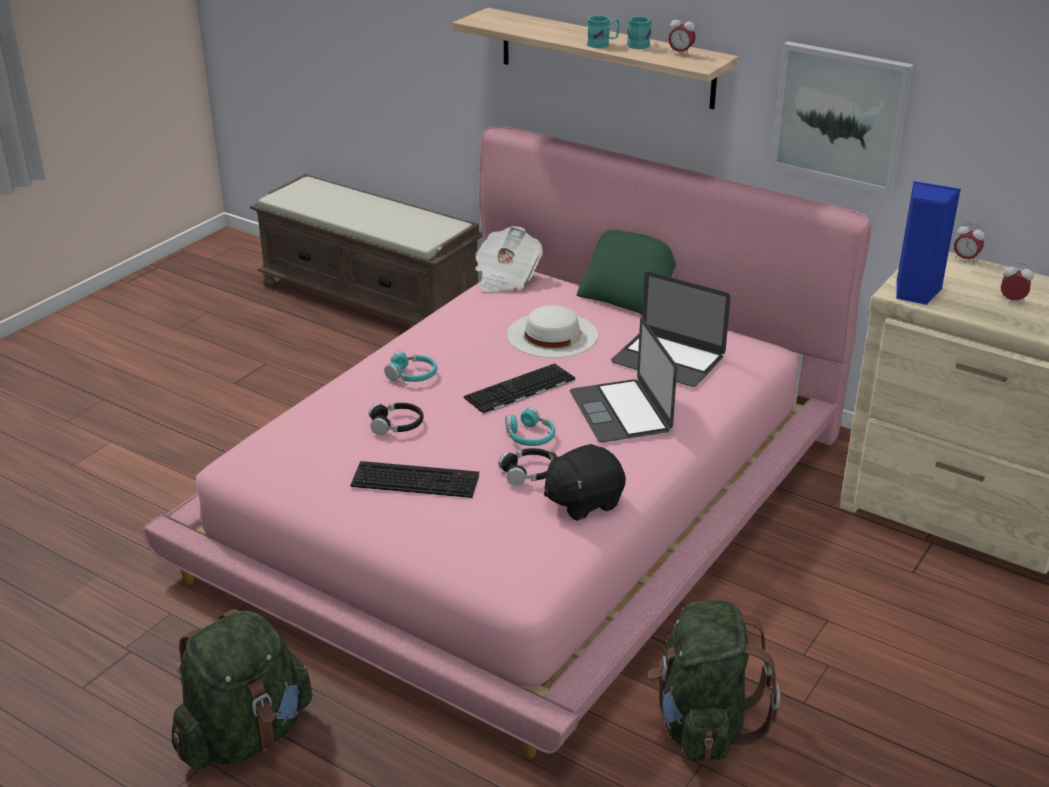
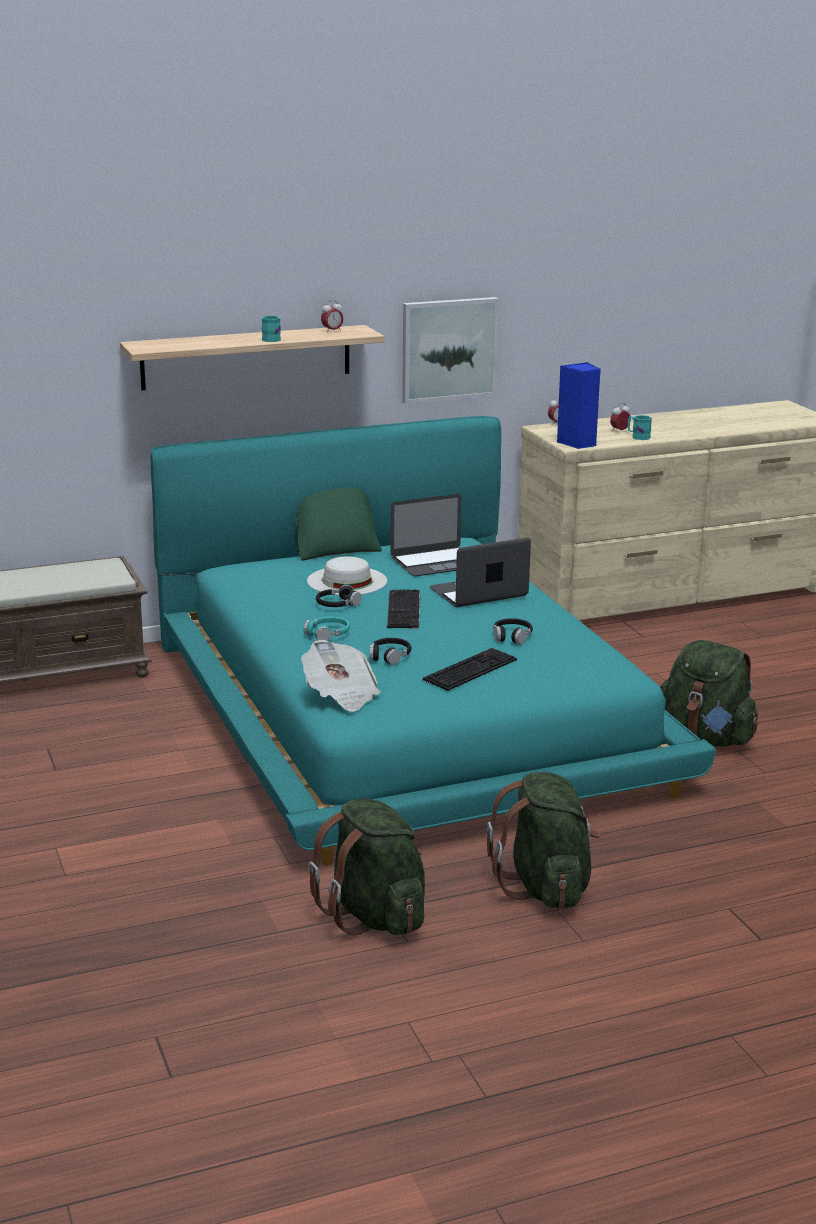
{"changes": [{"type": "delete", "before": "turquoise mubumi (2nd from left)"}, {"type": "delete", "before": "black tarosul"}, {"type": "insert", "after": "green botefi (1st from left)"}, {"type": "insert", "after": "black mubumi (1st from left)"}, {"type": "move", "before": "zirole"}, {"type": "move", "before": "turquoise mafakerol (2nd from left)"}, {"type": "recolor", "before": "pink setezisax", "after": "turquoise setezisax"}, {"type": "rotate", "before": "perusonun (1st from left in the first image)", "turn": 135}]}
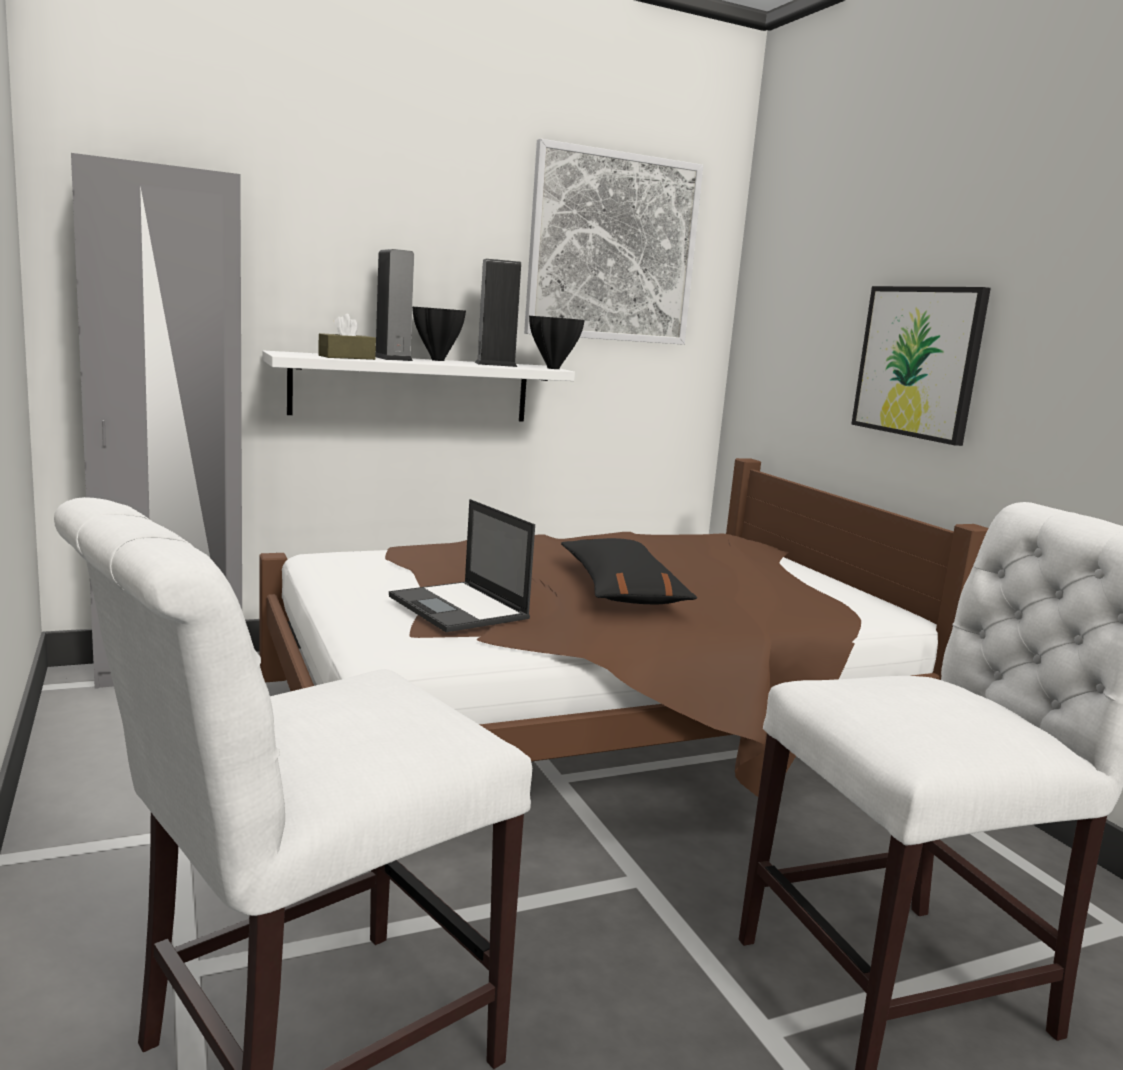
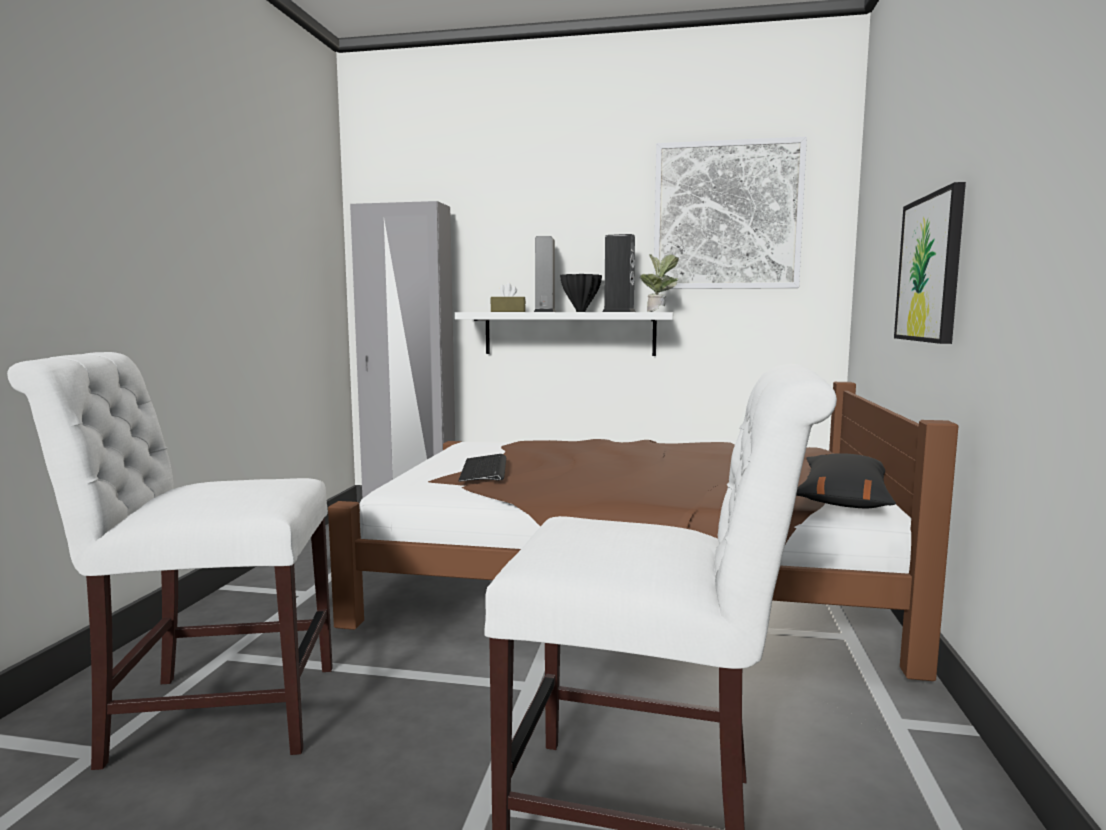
{"changes": [{"type": "move", "before": "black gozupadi"}, {"type": "replace", "before": "perusonun", "after": "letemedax"}, {"type": "replace", "before": "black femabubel (2nd from left)", "after": "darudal"}]}
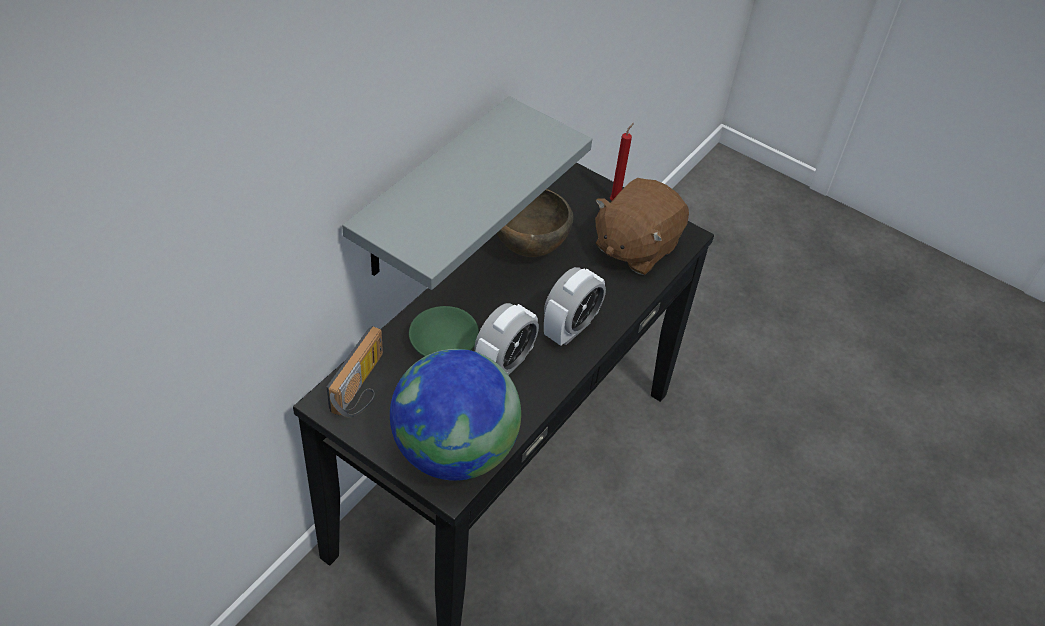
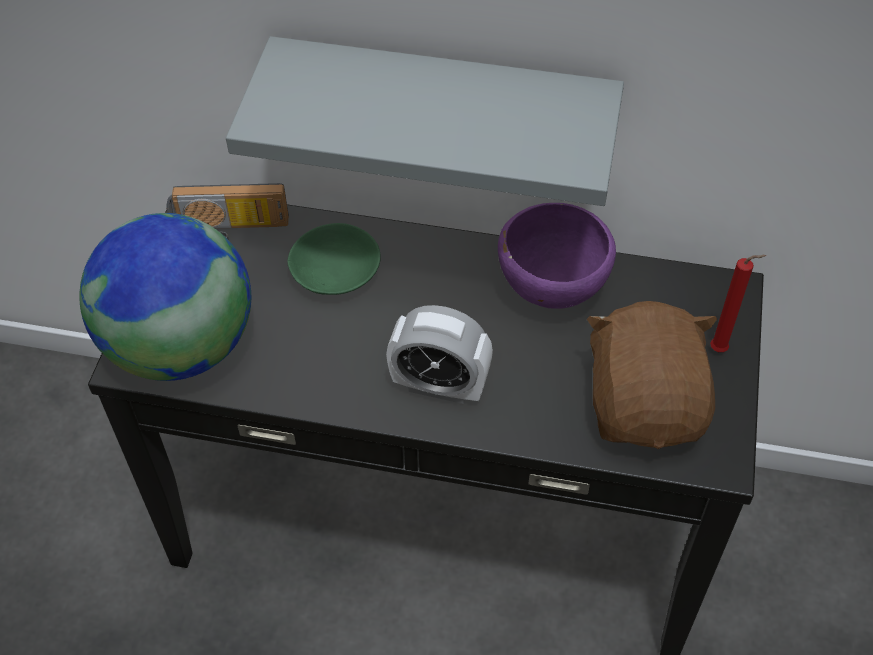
{"changes": [{"type": "delete", "before": "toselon (1st from left)"}, {"type": "recolor", "before": "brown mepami", "after": "purple mepami"}, {"type": "rotate", "before": "brown tarosul", "turn": 75}]}
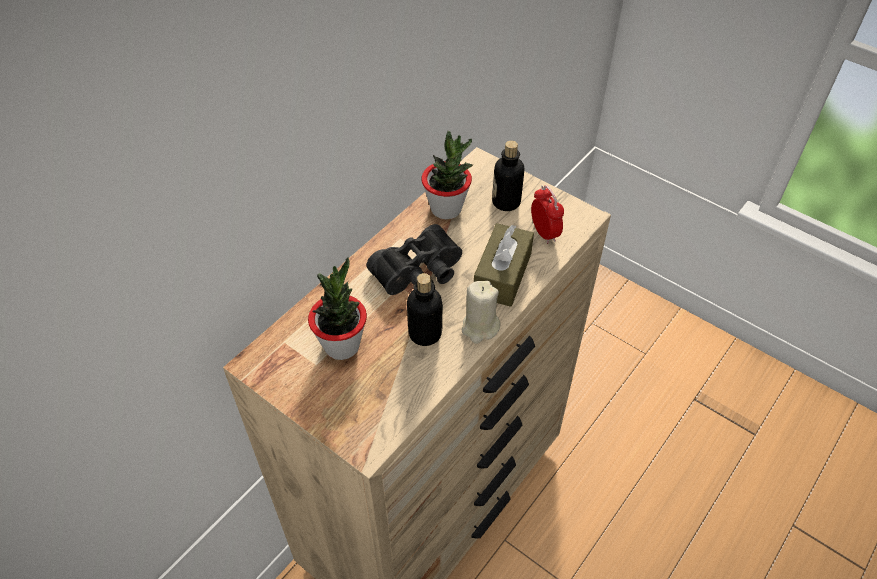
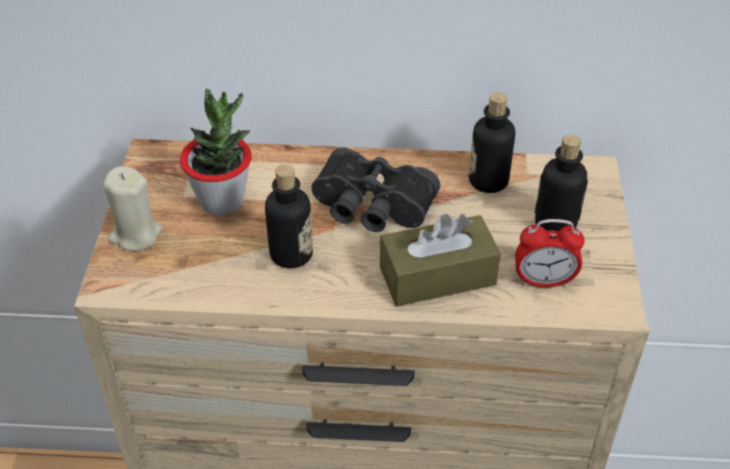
{"changes": [{"type": "move", "before": "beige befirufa"}, {"type": "replace", "before": "darudal (2nd from left)", "after": "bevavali (2nd from left)"}, {"type": "rotate", "before": "toselon", "turn": 60}]}
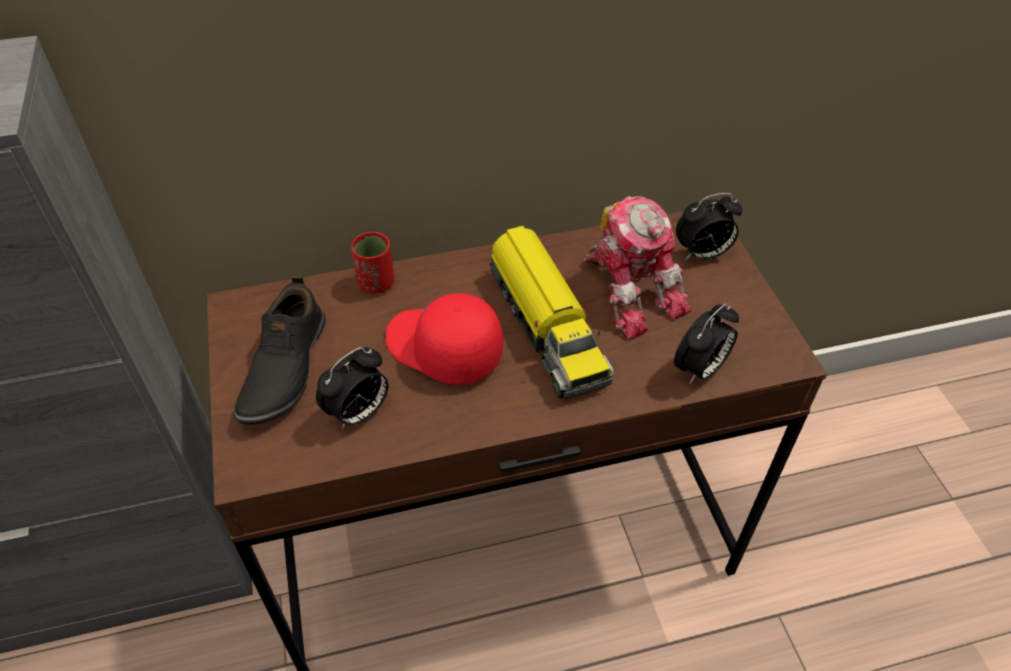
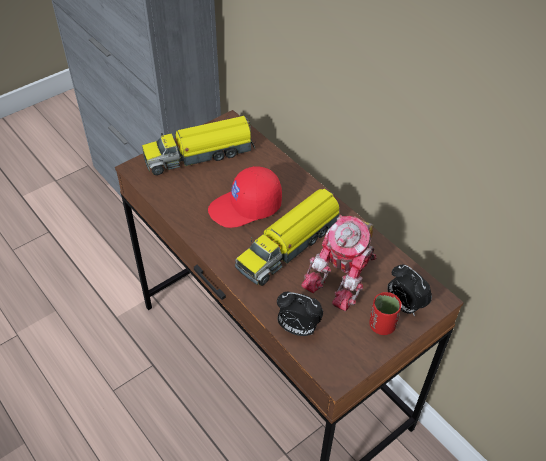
{"changes": [{"type": "delete", "before": "toselon (1st from left)"}, {"type": "move", "before": "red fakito"}, {"type": "replace", "before": "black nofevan", "after": "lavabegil (1st from left)"}, {"type": "rotate", "before": "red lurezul", "turn": -120}]}
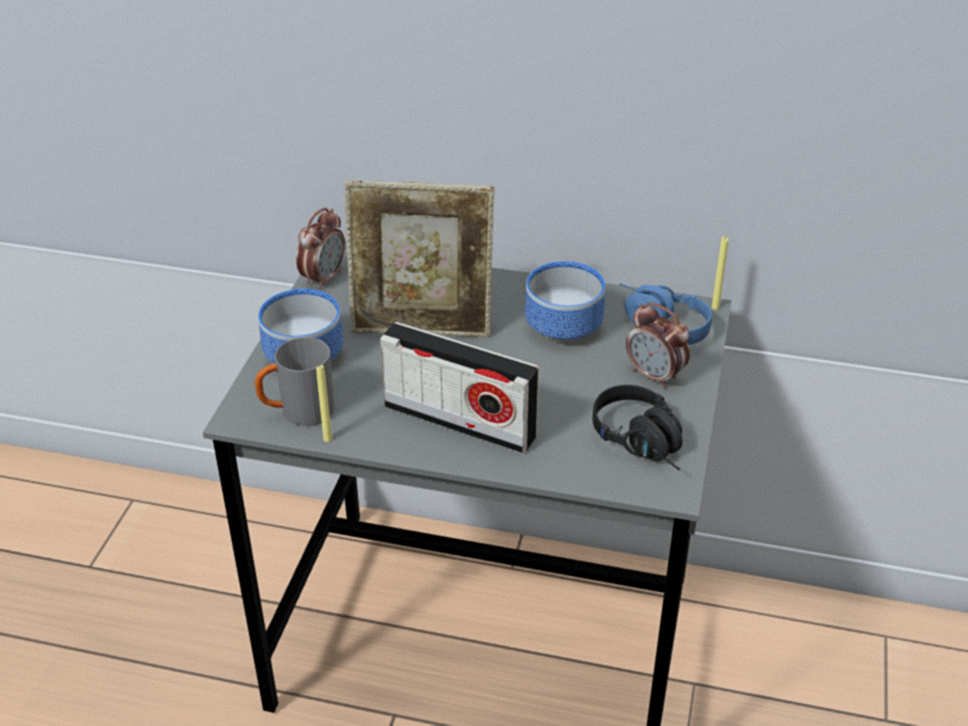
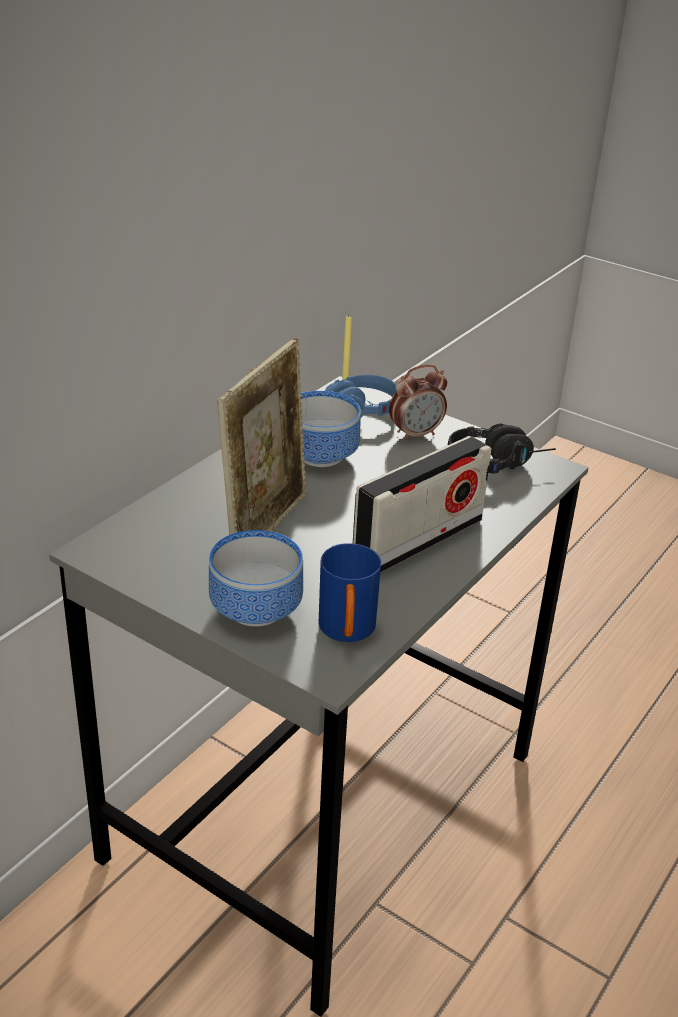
{"changes": [{"type": "delete", "before": "toselon (1st from left)"}, {"type": "delete", "before": "yellow befirufa (1st from left)"}, {"type": "recolor", "before": "grey mafakerol", "after": "blue mafakerol"}]}
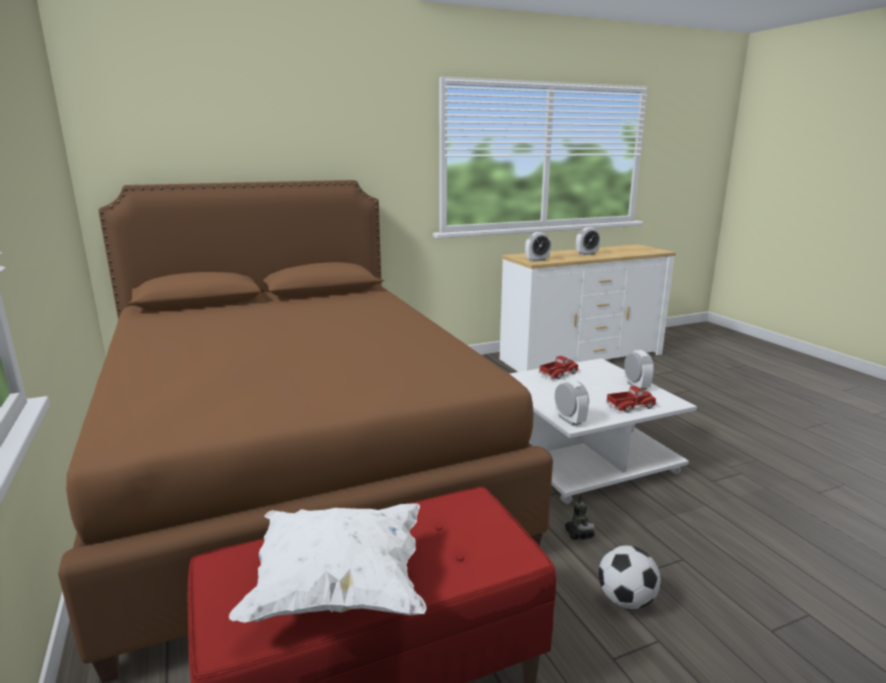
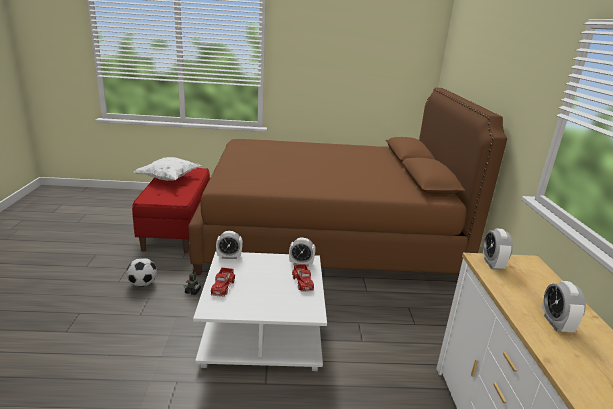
{"changes": [{"type": "move", "before": "toselon (4th from left in the first image)", "after": "toselon (2nd from left)"}]}
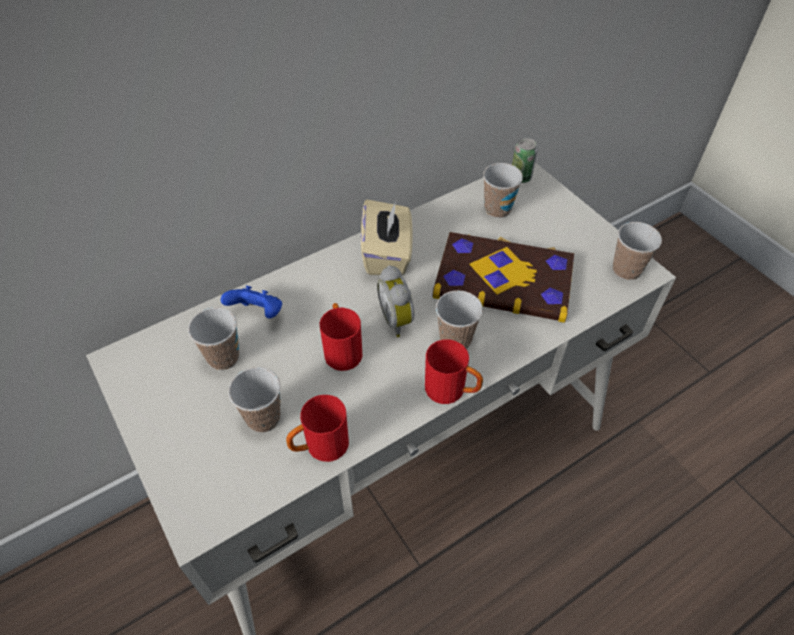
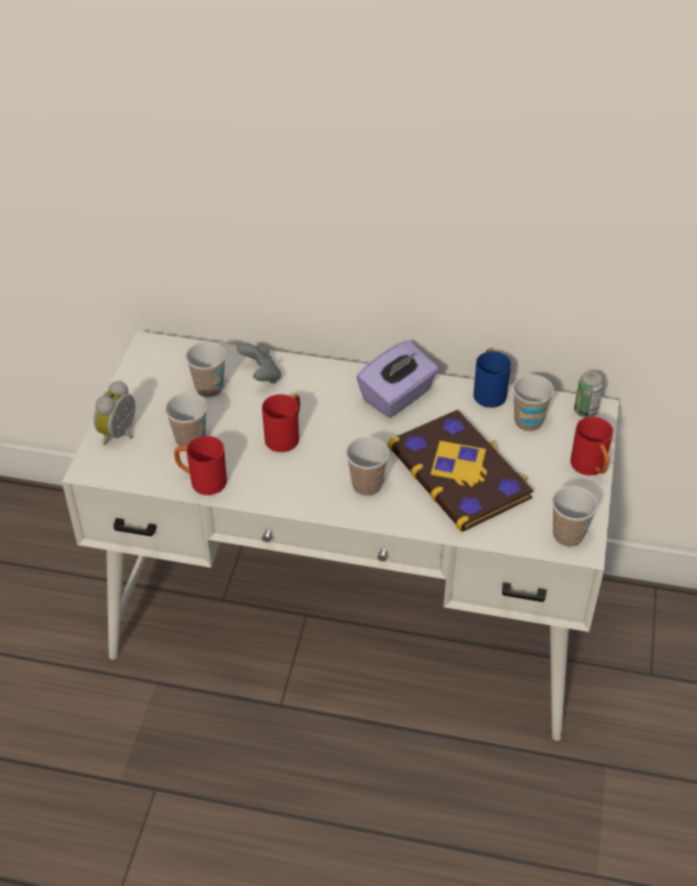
{"changes": [{"type": "insert", "after": "blue mafakerol"}, {"type": "move", "before": "toselon"}, {"type": "move", "before": "red mafakerol (3rd from left)"}, {"type": "recolor", "before": "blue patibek", "after": "grey patibek"}, {"type": "recolor", "before": "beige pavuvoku", "after": "purple pavuvoku"}]}
